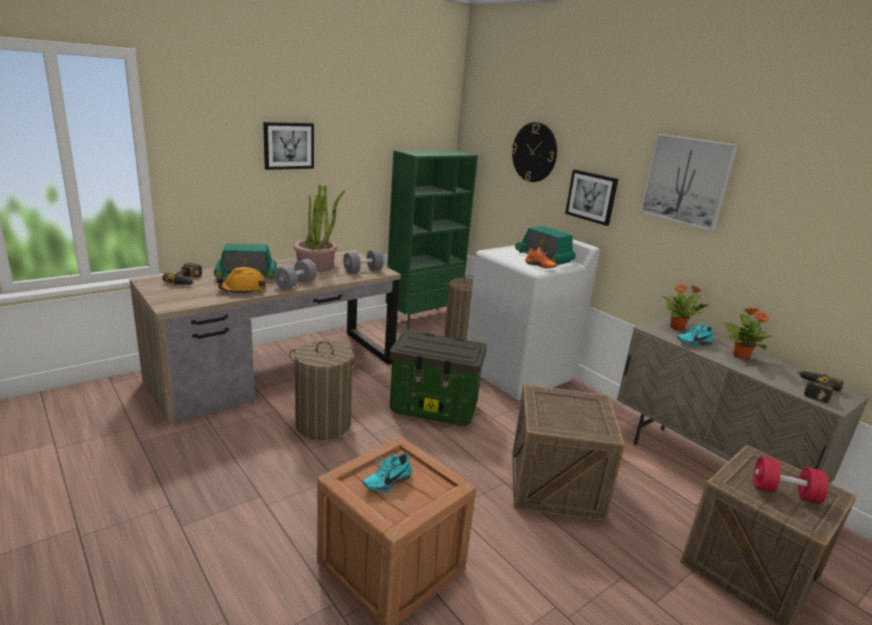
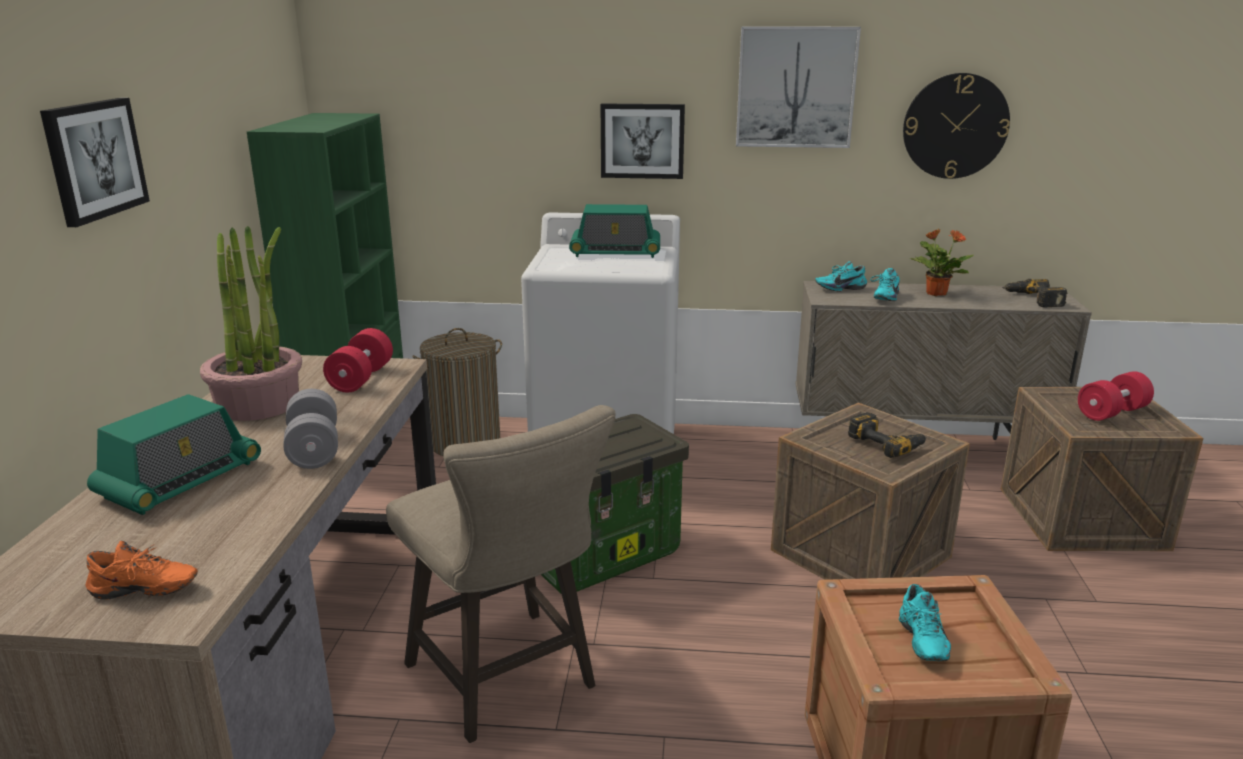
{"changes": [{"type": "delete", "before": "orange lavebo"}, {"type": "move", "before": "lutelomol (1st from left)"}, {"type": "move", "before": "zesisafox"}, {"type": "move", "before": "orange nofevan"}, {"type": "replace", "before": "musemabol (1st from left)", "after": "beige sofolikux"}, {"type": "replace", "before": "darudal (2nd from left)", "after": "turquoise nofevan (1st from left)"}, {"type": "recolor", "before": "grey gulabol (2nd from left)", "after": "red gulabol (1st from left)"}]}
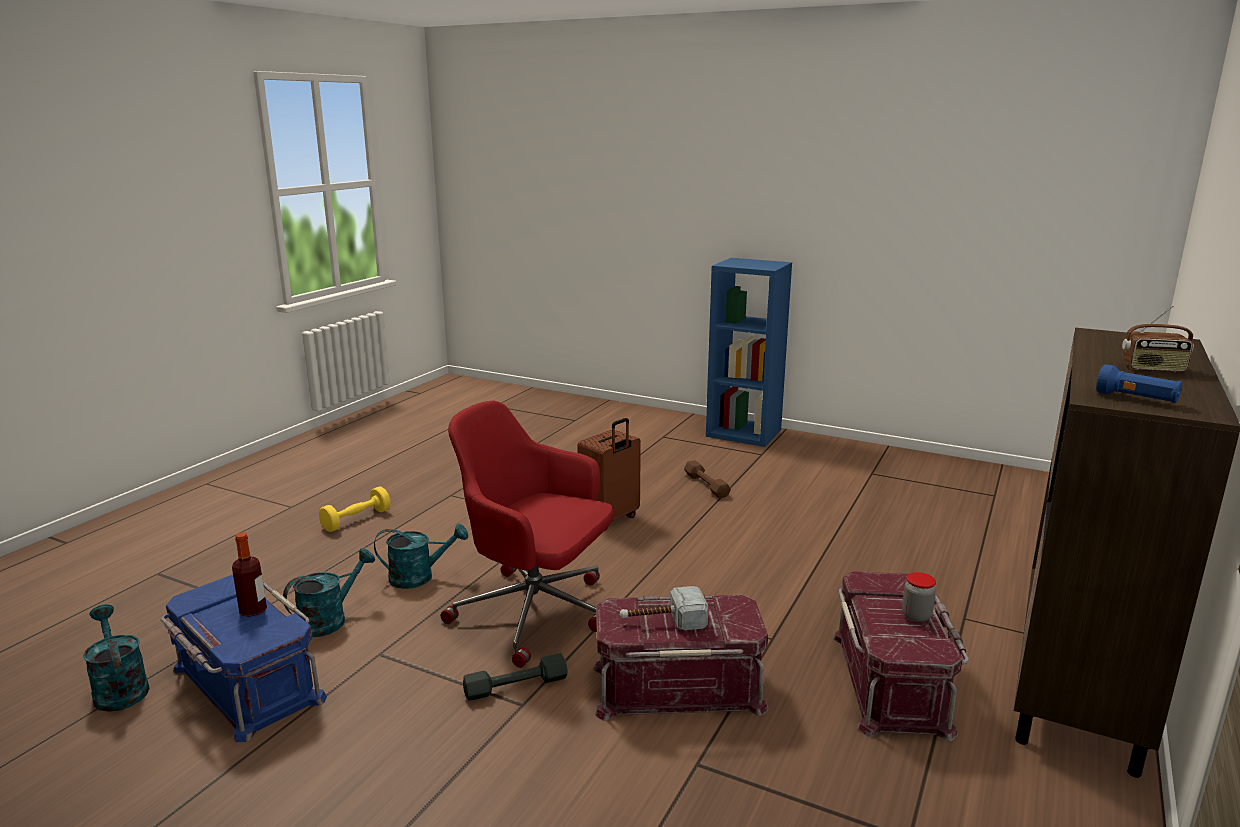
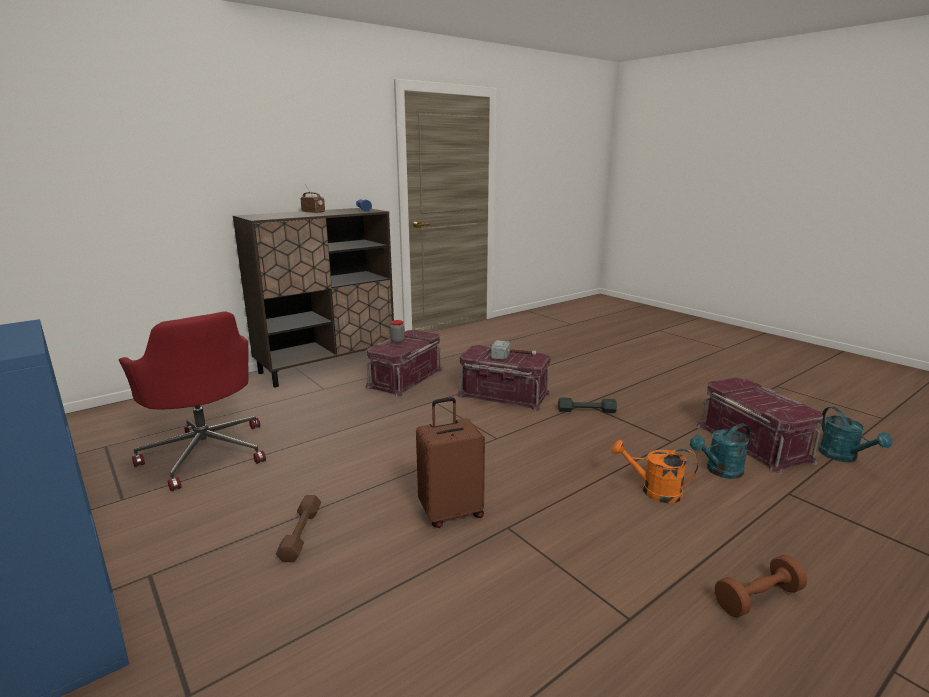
{"changes": [{"type": "delete", "before": "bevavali"}, {"type": "move", "before": "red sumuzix"}, {"type": "recolor", "before": "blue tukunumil", "after": "red tukunumil (3rd from left)"}, {"type": "recolor", "before": "yellow gulabol", "after": "brown gulabol (2nd from left)"}, {"type": "recolor", "before": "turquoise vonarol (3rd from left)", "after": "orange vonarol"}]}
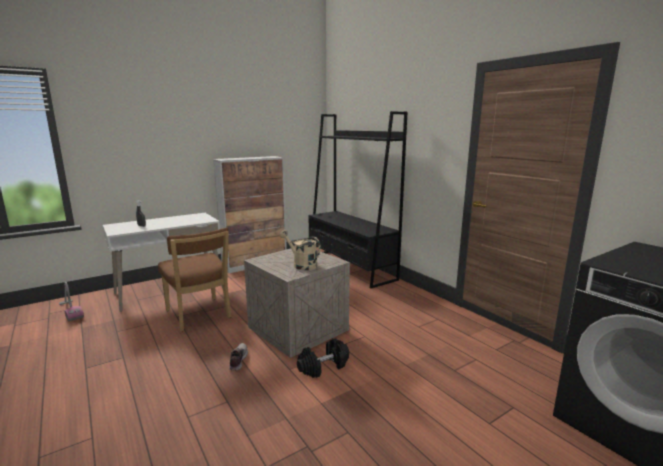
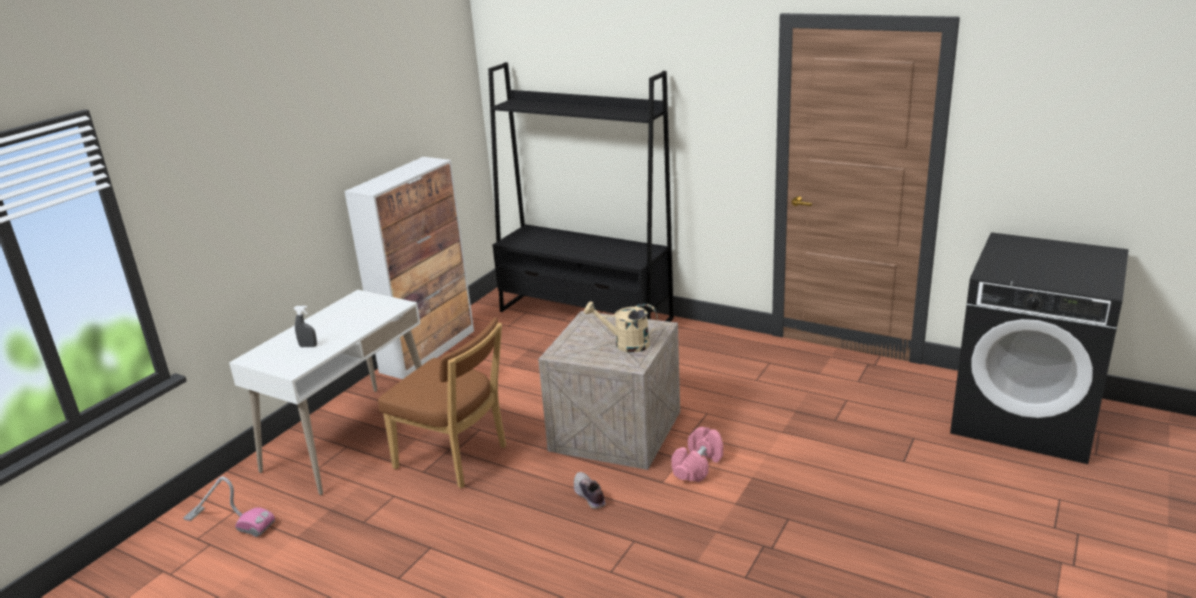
{"changes": [{"type": "recolor", "before": "black gulabol", "after": "pink gulabol"}]}
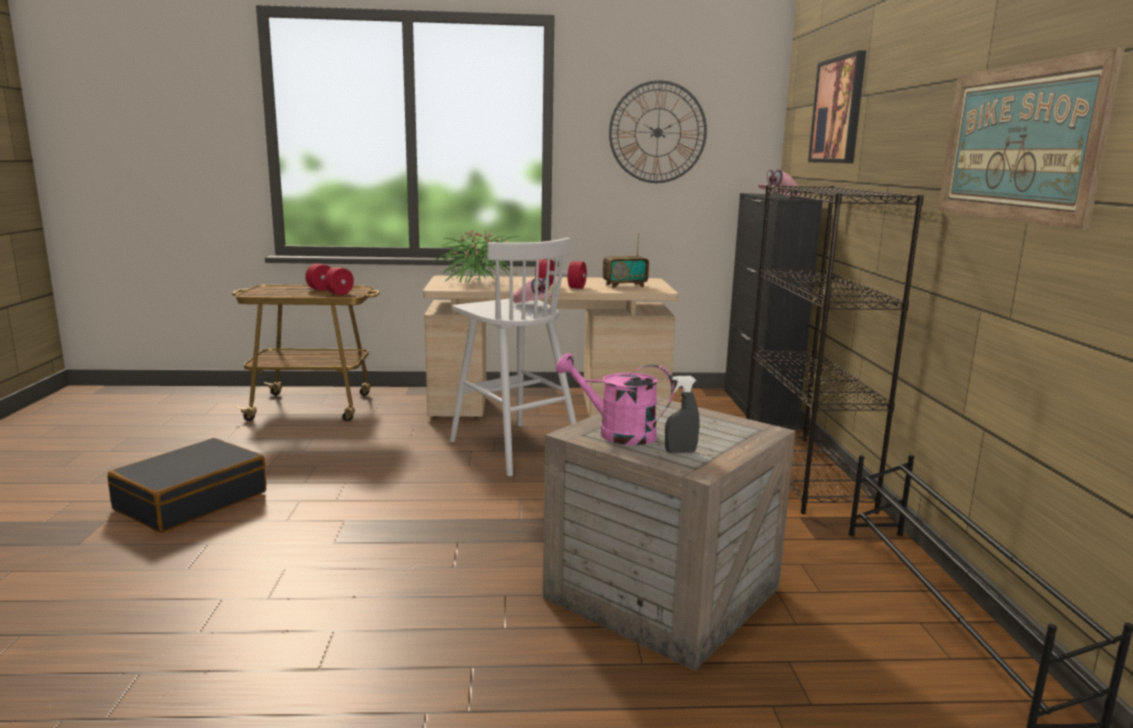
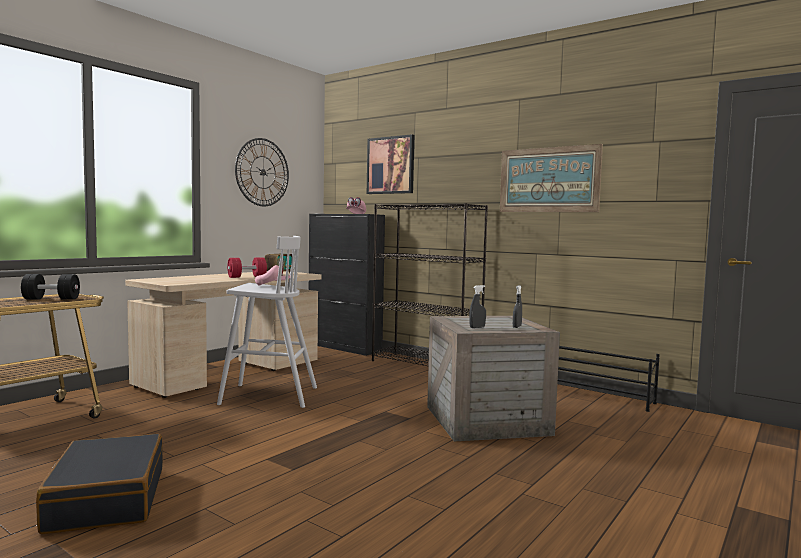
{"changes": [{"type": "delete", "before": "darudal"}, {"type": "replace", "before": "pink vonarol", "after": "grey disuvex (1st from left)"}, {"type": "recolor", "before": "red gulabol (1st from left)", "after": "black gulabol"}]}
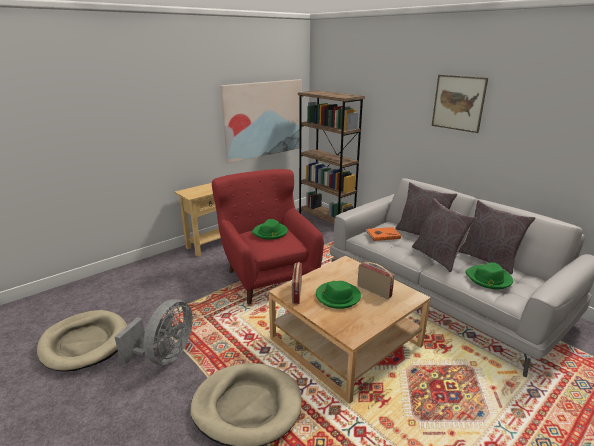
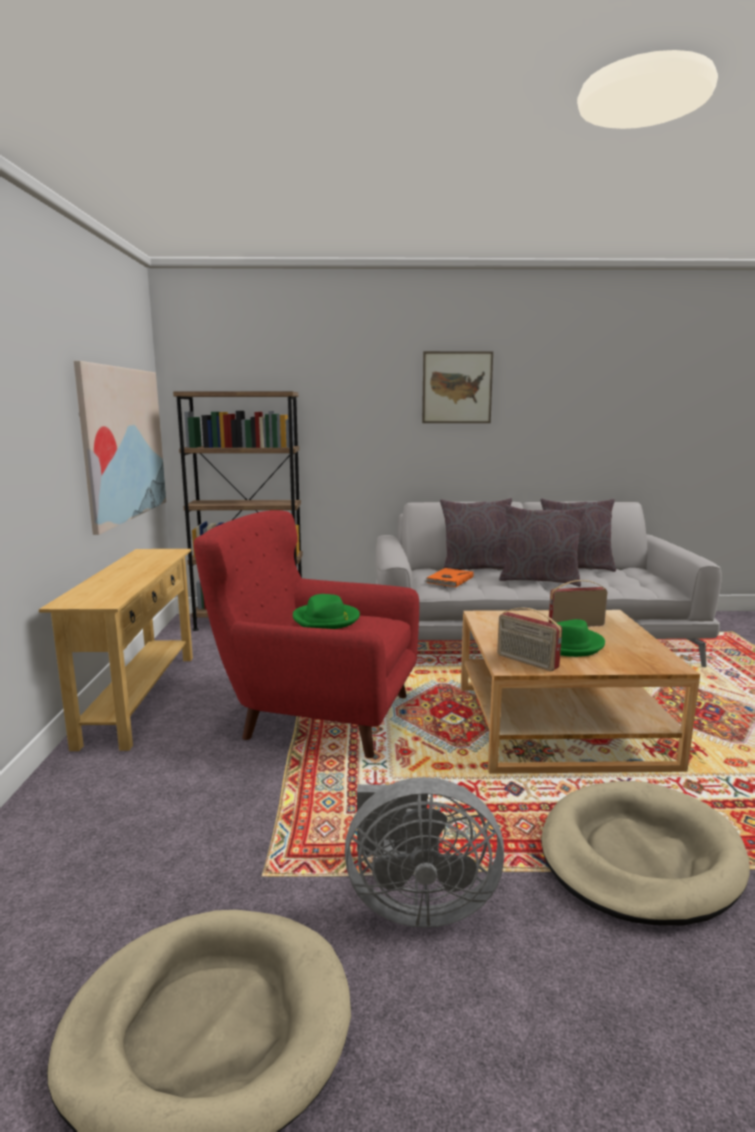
{"changes": [{"type": "delete", "before": "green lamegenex (3rd from left)"}, {"type": "rotate", "before": "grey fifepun", "turn": 120}]}
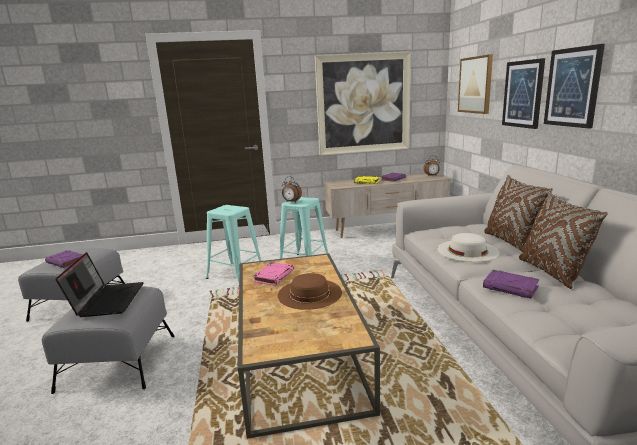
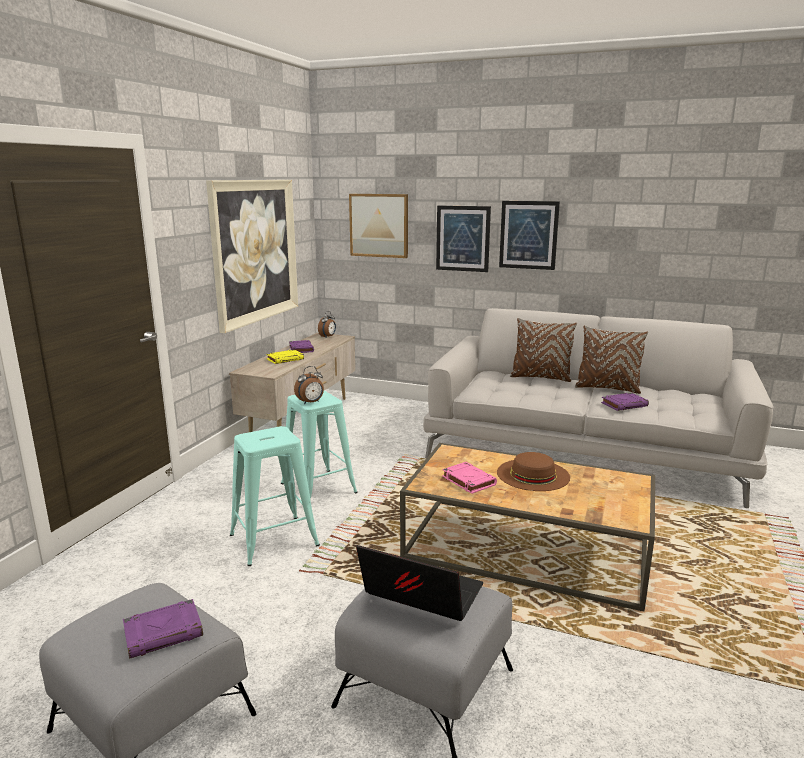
{"changes": [{"type": "delete", "before": "white lamegenex"}]}
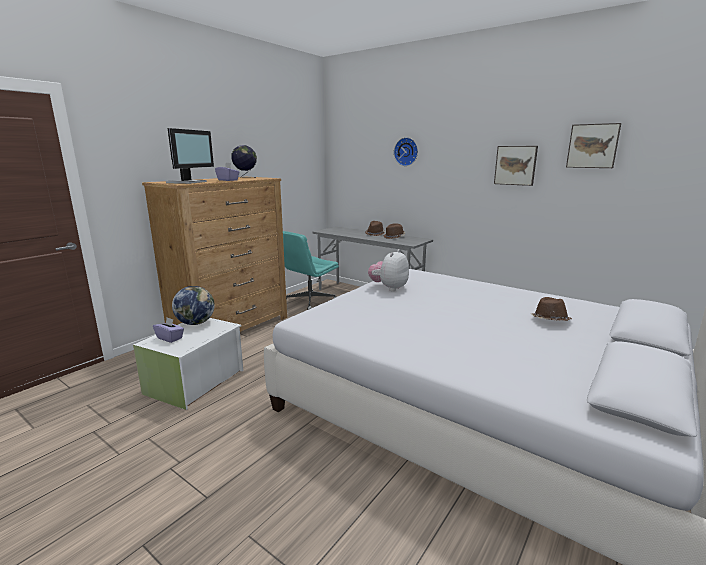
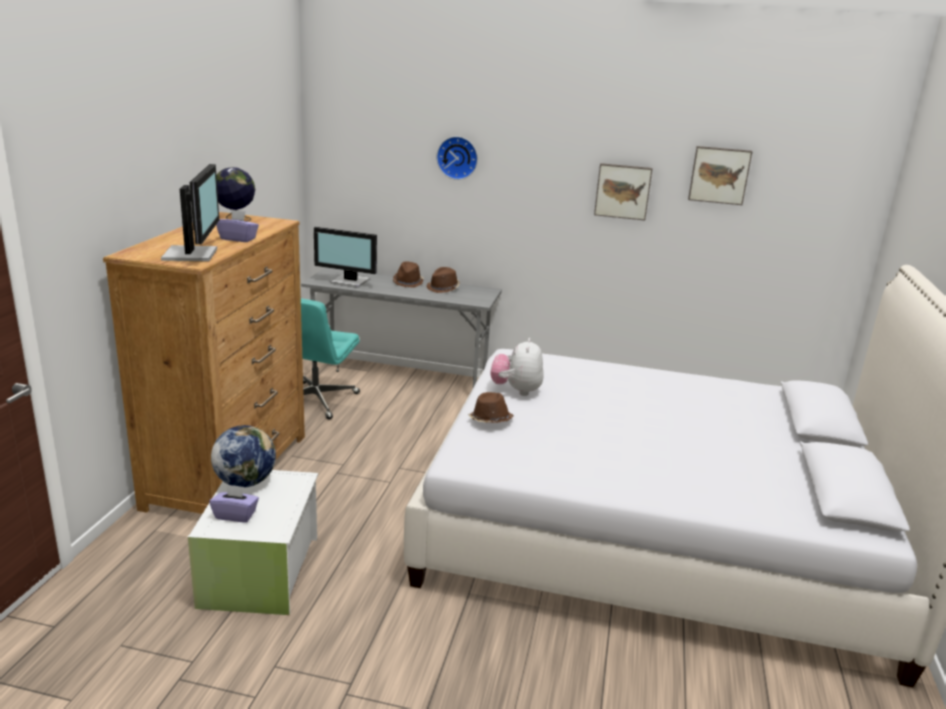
{"changes": [{"type": "insert", "after": "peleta (2nd from left)"}, {"type": "move", "before": "brown lamegenex (3rd from left)"}]}
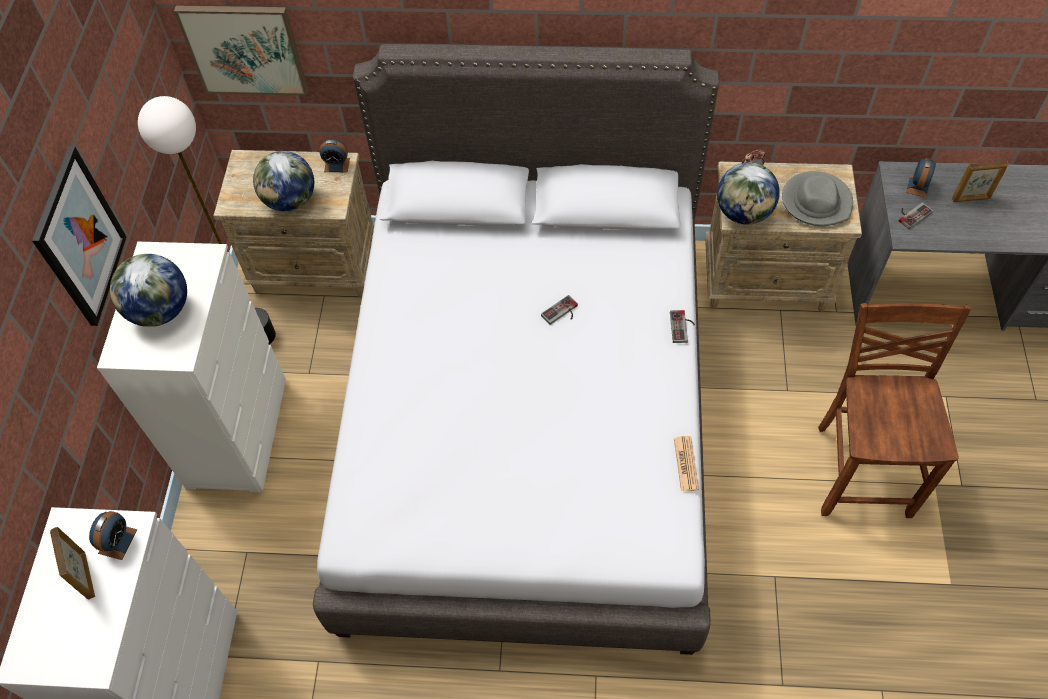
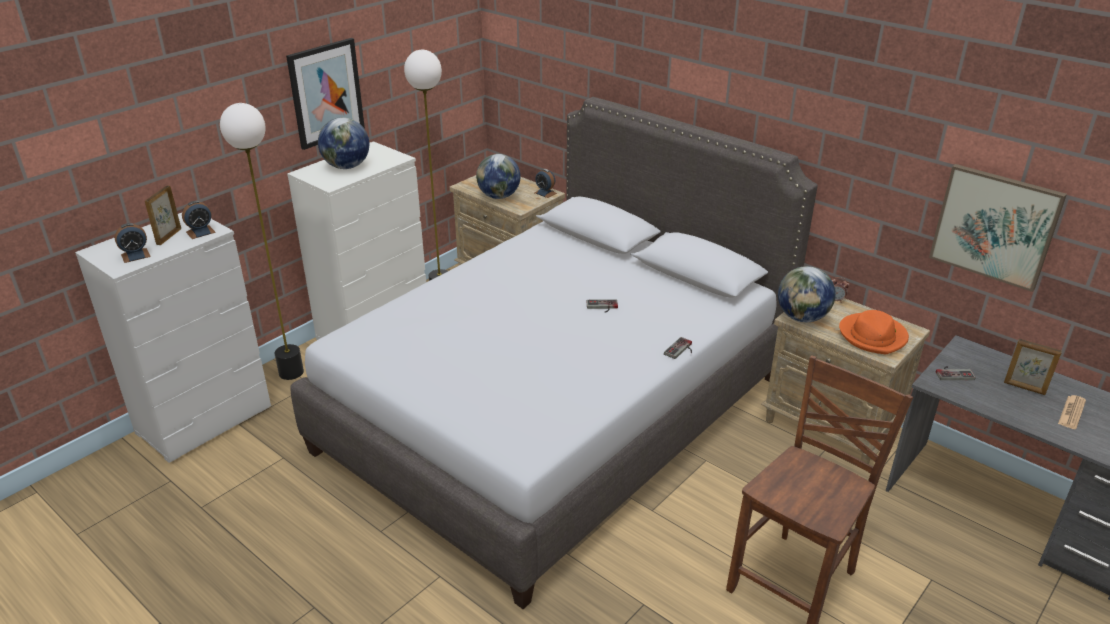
{"changes": [{"type": "insert", "after": "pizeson (1st from left)"}, {"type": "move", "before": "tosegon (2nd from left)"}, {"type": "move", "before": "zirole"}, {"type": "move", "before": "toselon (4th from left in the first image)", "after": "toselon (1st from left)"}, {"type": "recolor", "before": "grey lamegenex", "after": "orange lamegenex"}]}
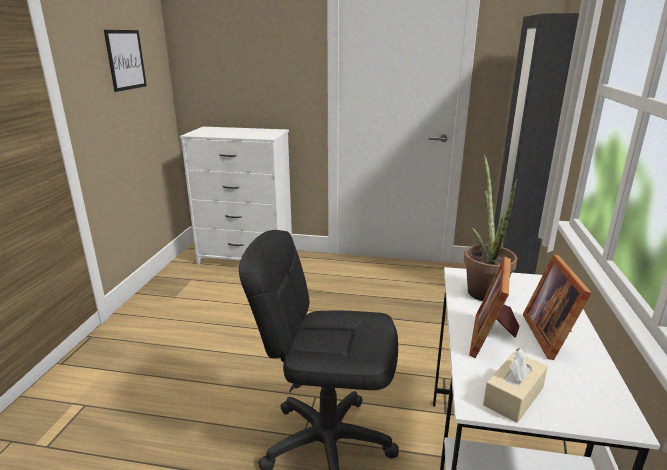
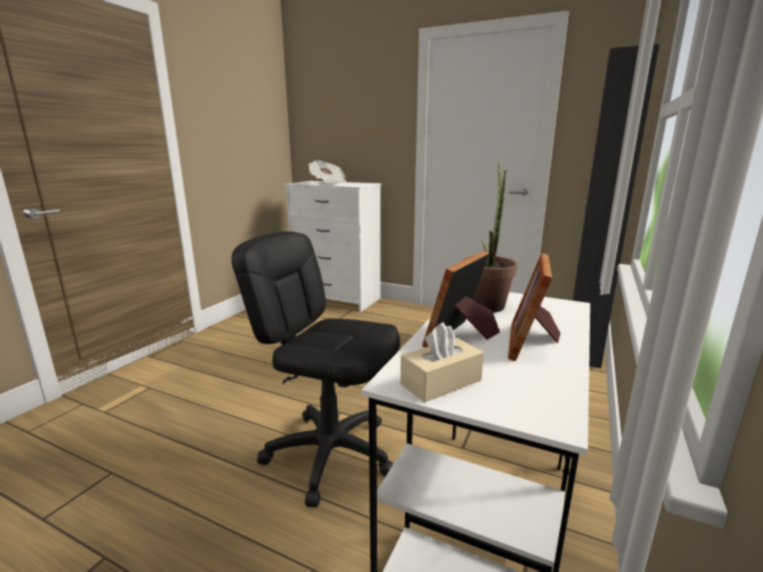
{"changes": [{"type": "delete", "before": "tosegon"}, {"type": "insert", "after": "zirole"}]}
